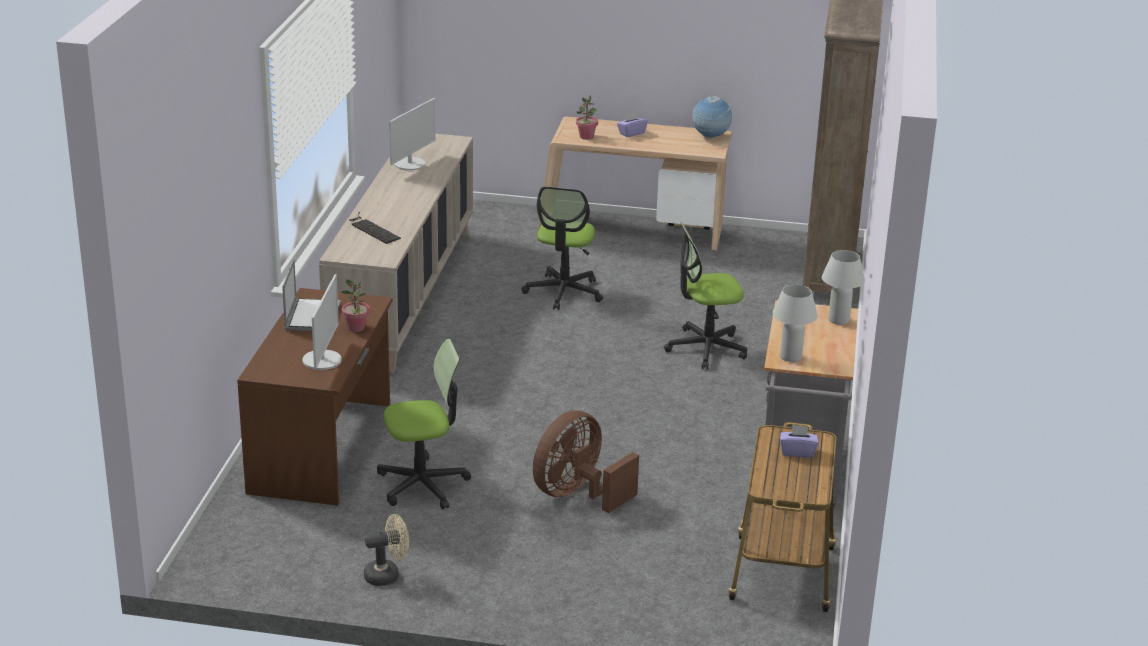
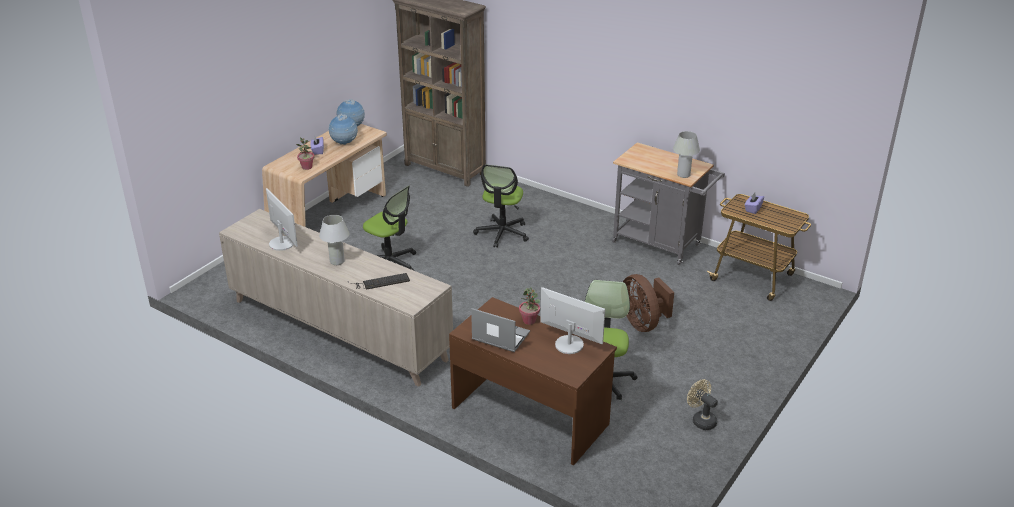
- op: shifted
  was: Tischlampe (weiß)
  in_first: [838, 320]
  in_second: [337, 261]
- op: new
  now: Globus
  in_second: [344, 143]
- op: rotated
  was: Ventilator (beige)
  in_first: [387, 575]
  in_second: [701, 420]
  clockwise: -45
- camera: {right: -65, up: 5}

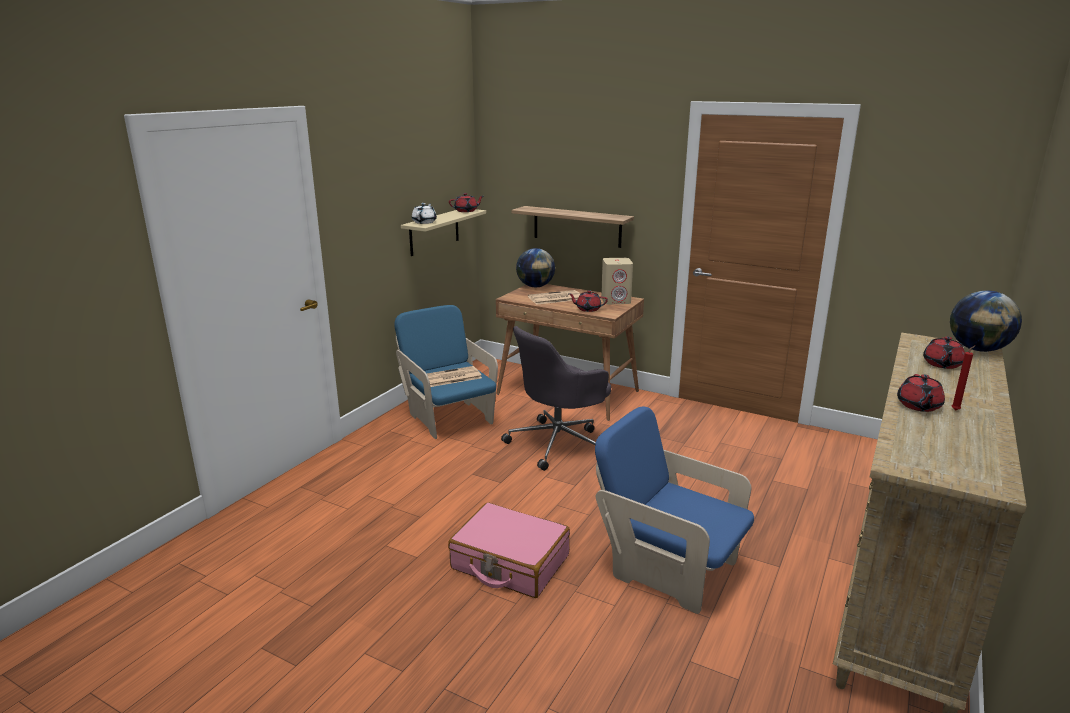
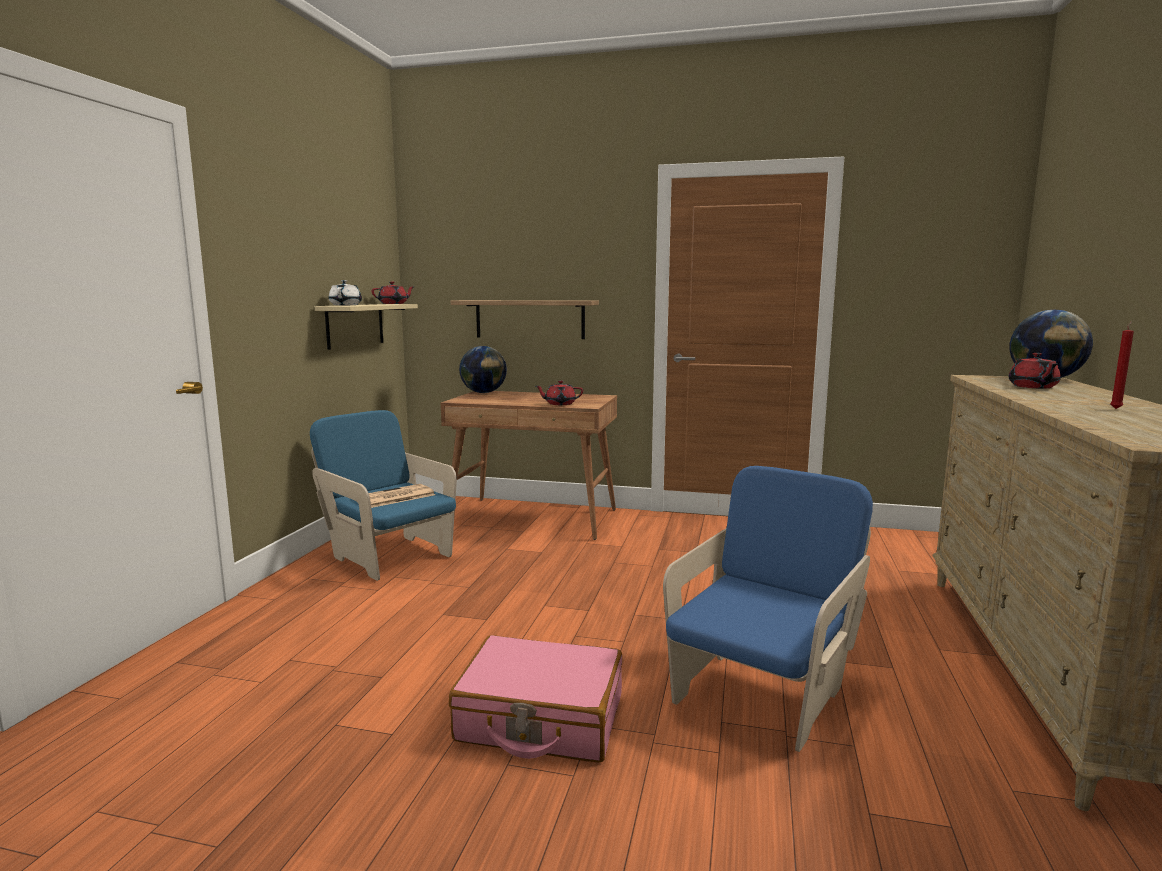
- op: rotated
  was: Sessel (blau)
  in_first: [668, 568]
  in_second: [761, 691]
  clockwise: 105
- op: gone
  was: Bürostuhl (grau)
  in_first: [559, 443]
- op: gone
  was: Zeitung
  in_first: [555, 298]
- op: gone
  was: Lautsprecher (beige)
  in_first: [616, 301]
- op: gone
  was: Teekanne (rot)
  in_first: [918, 406]
- camera: {right: -15, up: -10}

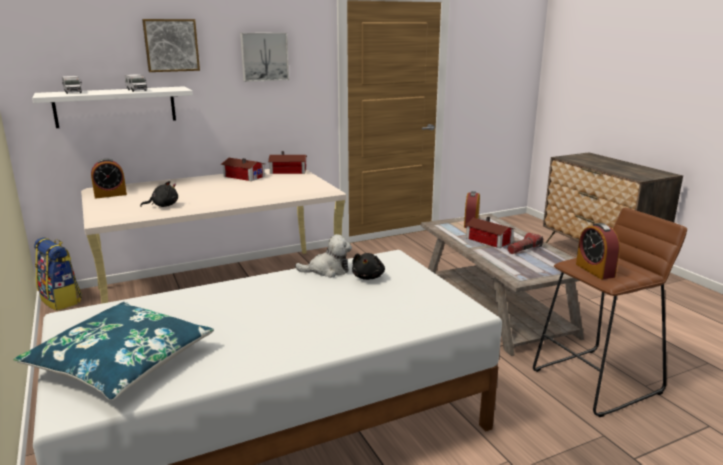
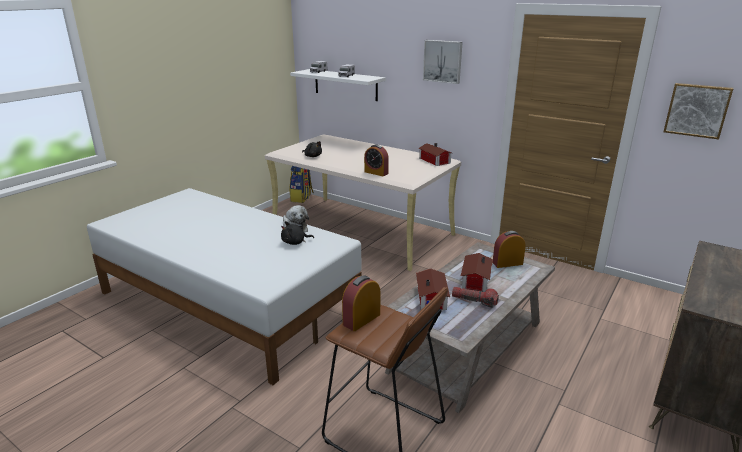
- op: shifted
  was: Wecker
  in_first: [110, 195]
  in_second: [376, 173]
- op: shifted
  was: Spielzeughaus
  in_first: [244, 176]
  in_second: [432, 296]
- op: shifted
  was: Bild
  in_first: [171, 45]
  in_second: [697, 110]
- op: gone
  was: Kissen (blau)
  in_first: [122, 362]
- camera: {right: 60, up: 5}

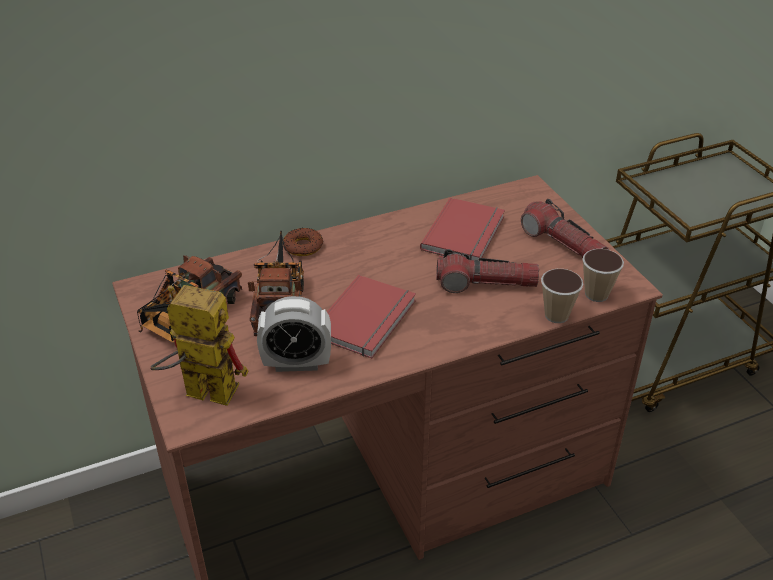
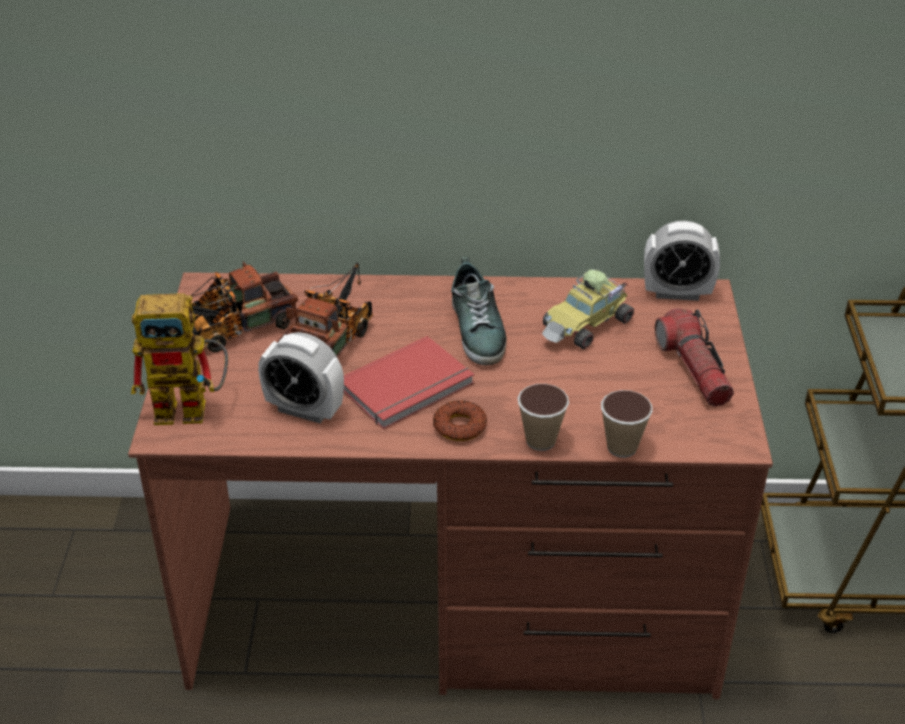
- op: rotated
  was: Spielzeugroboter
  in_first: [200, 392]
  in_second: [193, 408]
  clockwise: 135
- op: shifted
  was: Donut
  in_first: [303, 246]
  in_second: [459, 426]
- op: new
  now: Schuh
  in_second: [478, 330]
- op: shifted
  was: Tasse
  in_first: [596, 294]
  in_second: [540, 440]
- op: swapped
  was: Buch (rot)
  now: Spielzeugauto
  in_first: [466, 234]
  in_second: [587, 325]
- op: new
  now: Wecker
  in_second: [677, 293]
- op: gone
  was: Taschenlampe
  in_first: [486, 284]
- camera: {right: 25, up: 0}

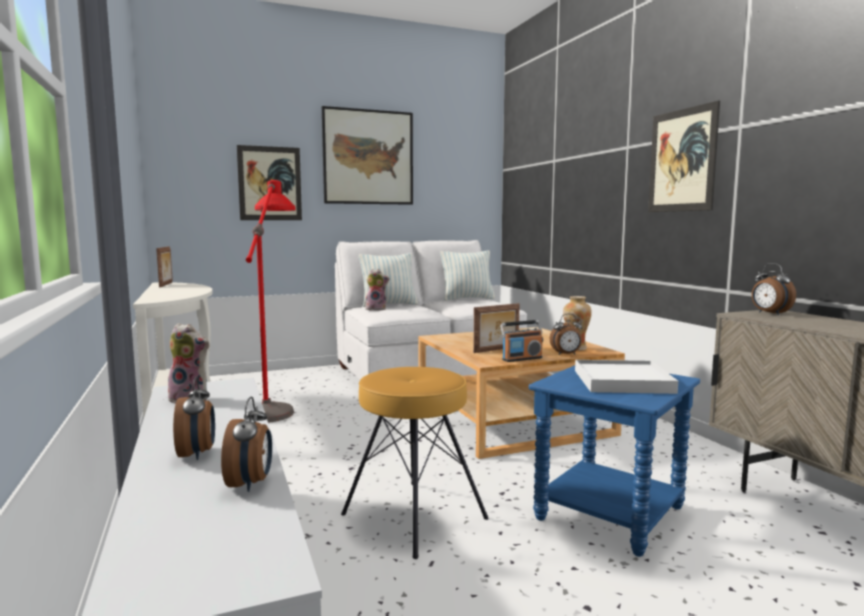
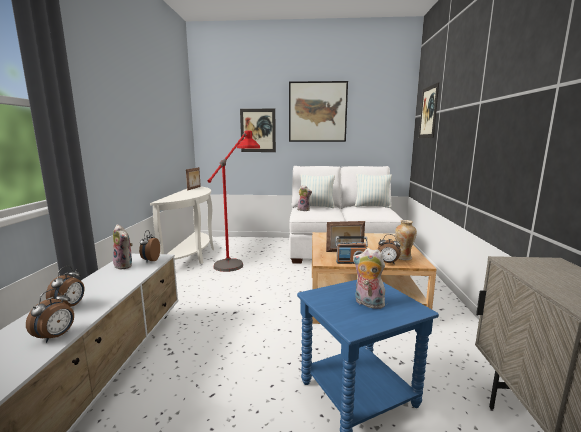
- op: shifted
  was: Wecker
  in_first: [769, 313]
  in_second: [150, 260]
- op: swapped
  was: Tablett (weiß)
  now: Plüschtier
  in_first: [622, 381]
  in_second: [367, 303]
- op: shifted
  was: Bild
  in_first: [682, 160]
  in_second: [428, 112]
- op: gone
  was: Hocker (braun)
  in_first: [413, 517]
- camera: {right: 25, up: 5}

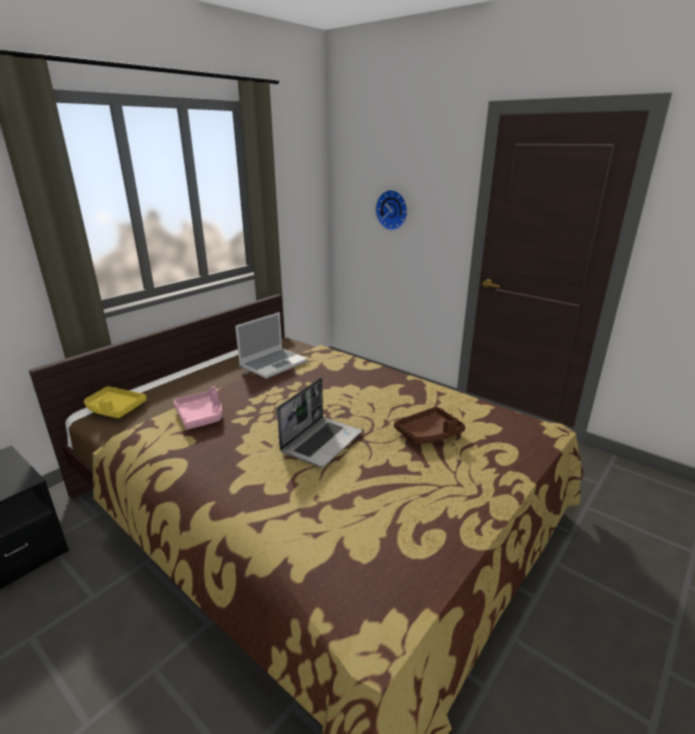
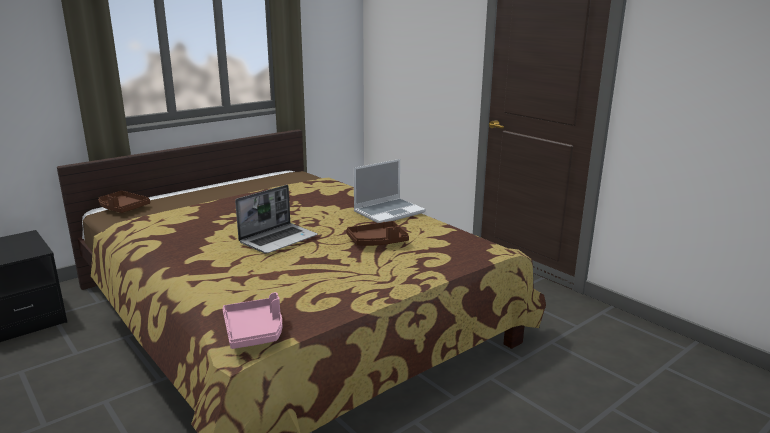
- op: repainted
  was: Tablett (gelb)
  now: Tablett (braun)
  in_first: [114, 409]
  in_second: [122, 208]
- op: shifted
  was: Tablett (rosa)
  in_first: [201, 416]
  in_second: [255, 331]
- op: shifted
  was: Laptop
  in_first: [273, 364]
  in_second: [389, 212]
- op: gone
  was: Wanduhr
  in_first: [393, 210]
- camera: {right: 10, up: -5}

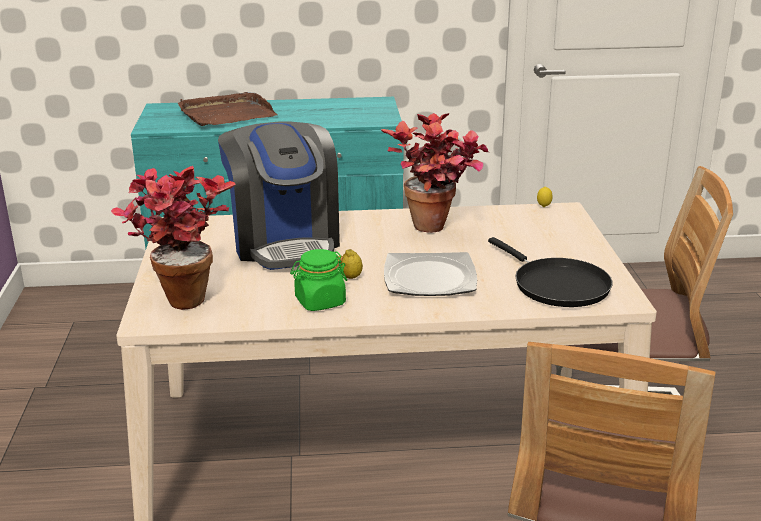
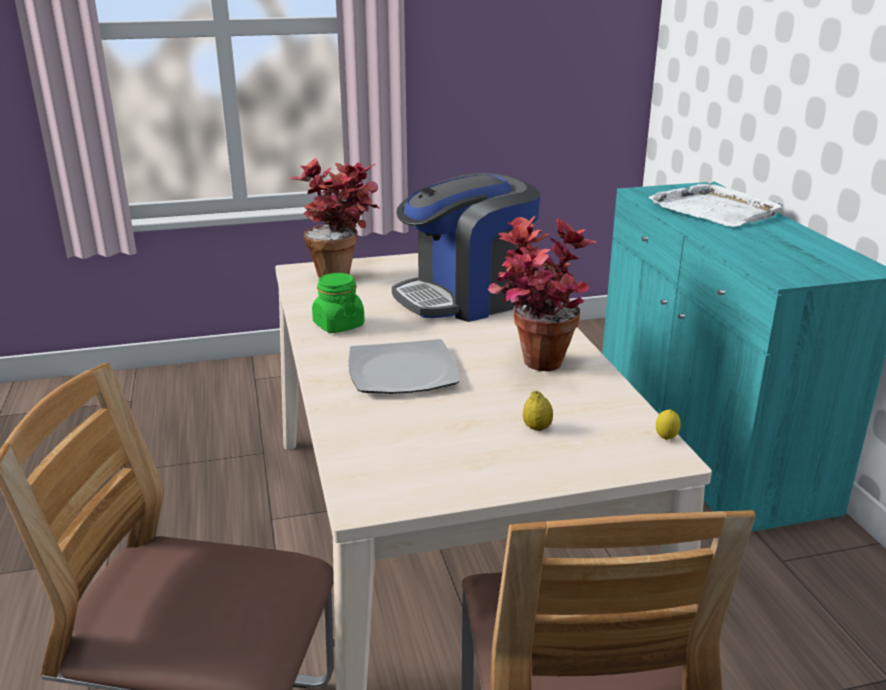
- op: shifted
  was: Zitrone
  in_first: [351, 277]
  in_second: [537, 428]
- op: repainted
  was: Tablett (braun)
  now: Tablett (weiß)
  in_first: [226, 114]
  in_second: [715, 210]
- op: gone
  was: Pfanne (schwarz)
  in_first: [556, 285]
- camera: {right: 80, up: 0}

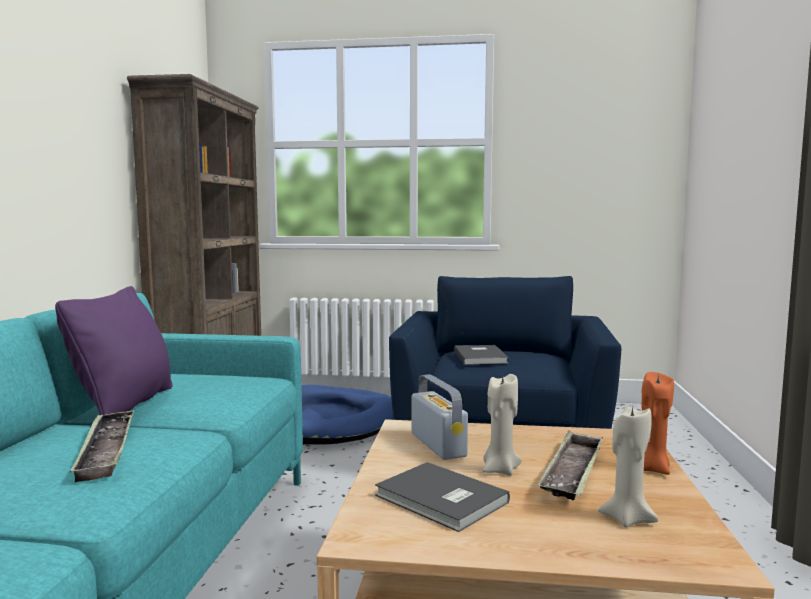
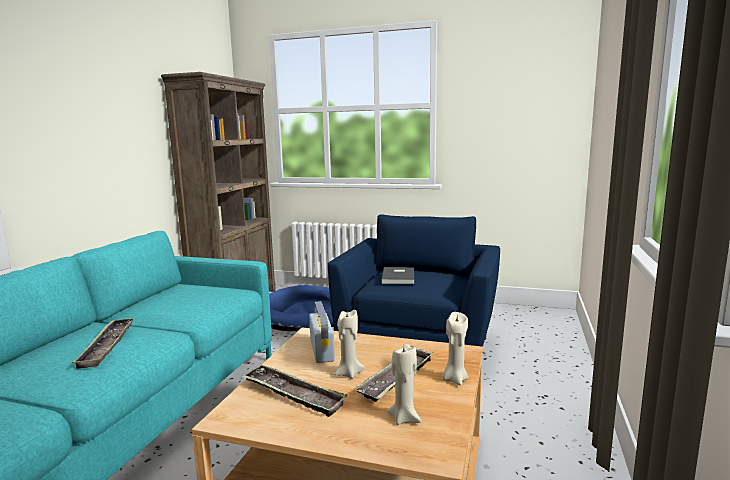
- op: swapped
  was: Buch (grau)
  now: Tablett
  in_first: [440, 500]
  in_second: [292, 394]
- op: repainted
  was: Kerze (orange)
  now: Kerze (beige)
  in_first: [652, 469]
  in_second: [454, 379]
- op: gone
  was: Kissen (lila)
  in_first: [125, 404]
- camera: {right: 10, up: 5}

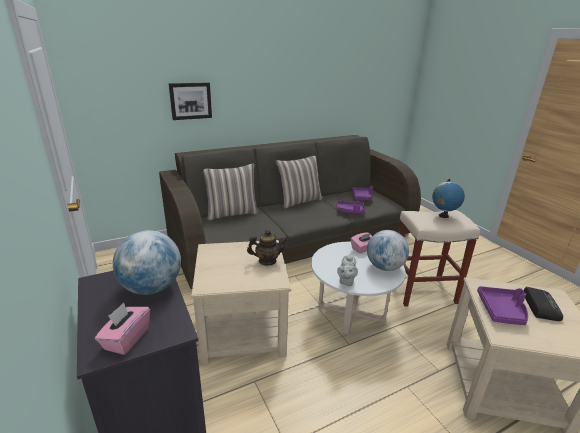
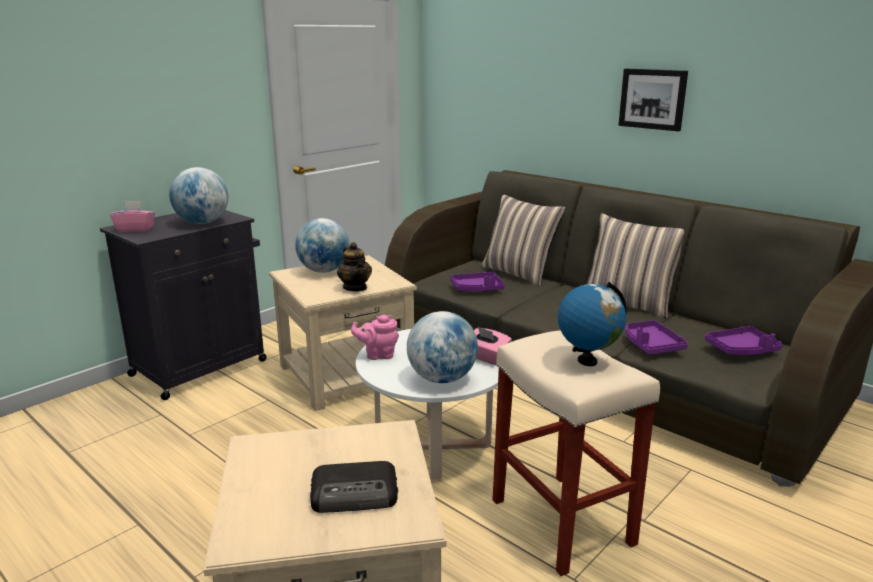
- op: new
  now: Globus
  in_second: [324, 271]
- op: repainted
  was: Teekanne (grau)
  now: Teekanne (rosa)
  in_first: [346, 281]
  in_second: [378, 355]
- op: shifted
  was: Tablett (lila)
  in_first: [502, 311]
  in_second: [477, 289]
- op: shifted
  was: Bild
  in_first: [190, 101]
  in_second: [652, 99]
- camera: {right: 70, up: -5}

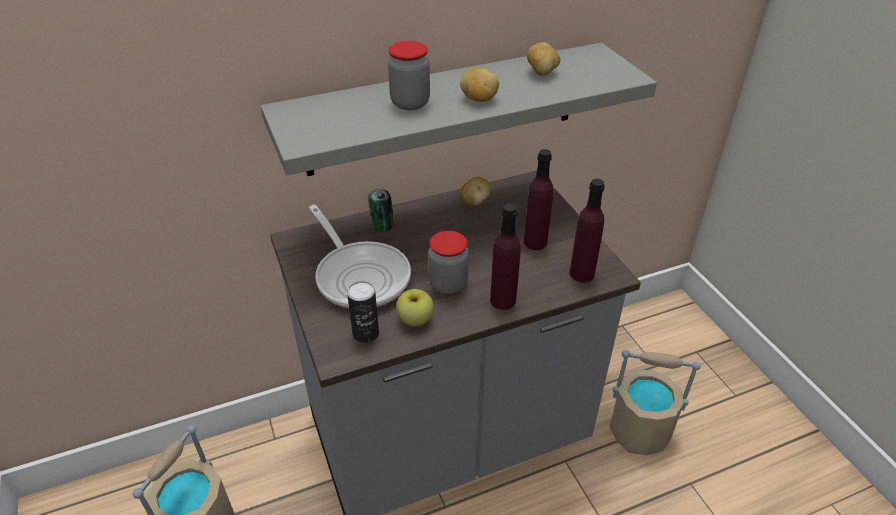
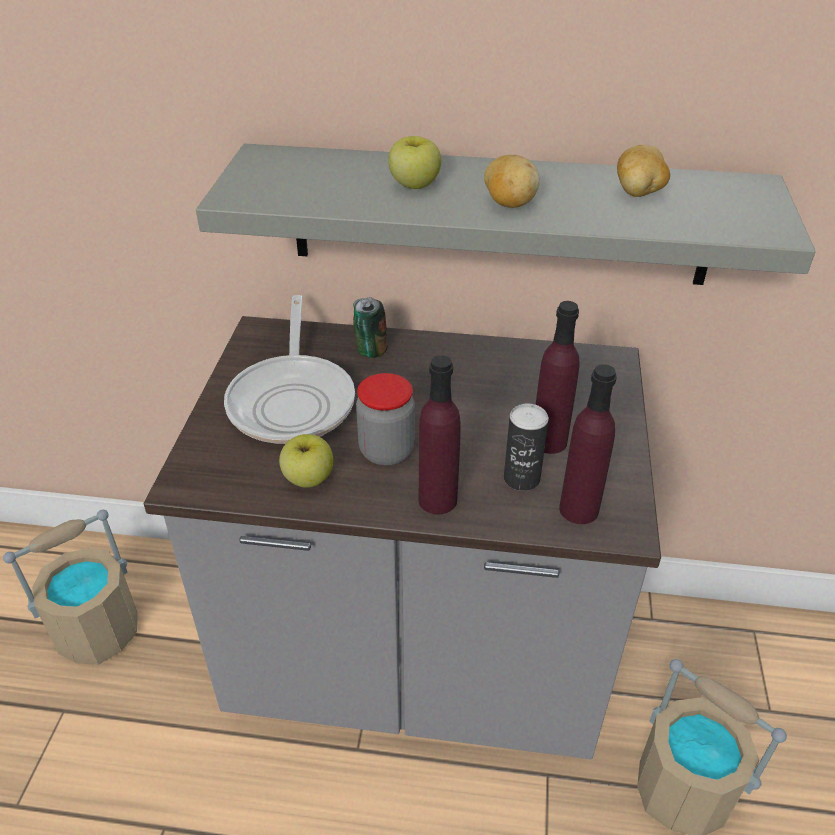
- op: swapped
  was: Vorratsglas
  now: Apfel
  in_first: [410, 103]
  in_second: [414, 185]
- op: shifted
  was: Dose
  in_first: [365, 333]
  in_second: [521, 478]
- op: gone
  was: Kartoffel
  in_first: [475, 202]
- camera: {right: 30, up: 0}

